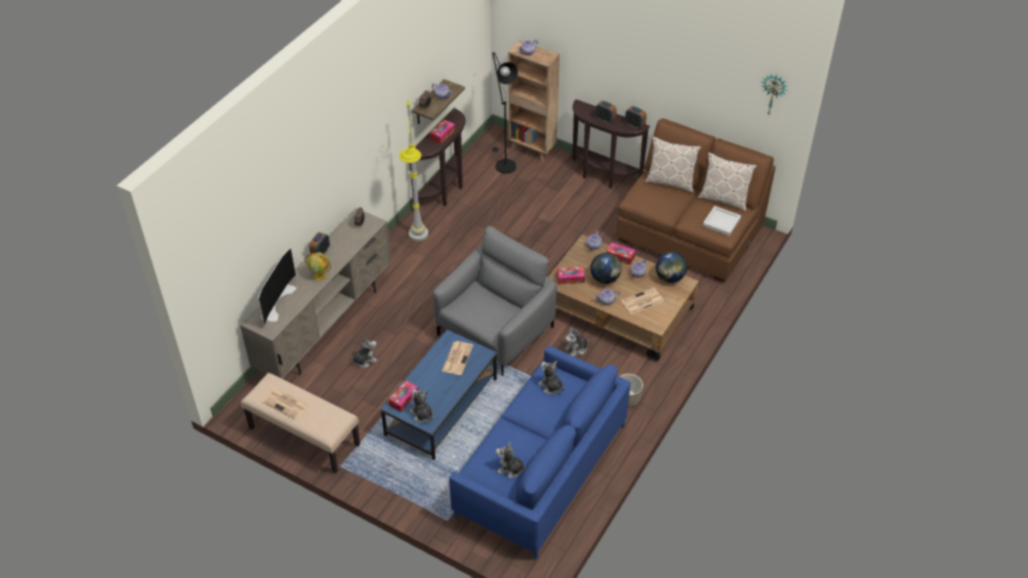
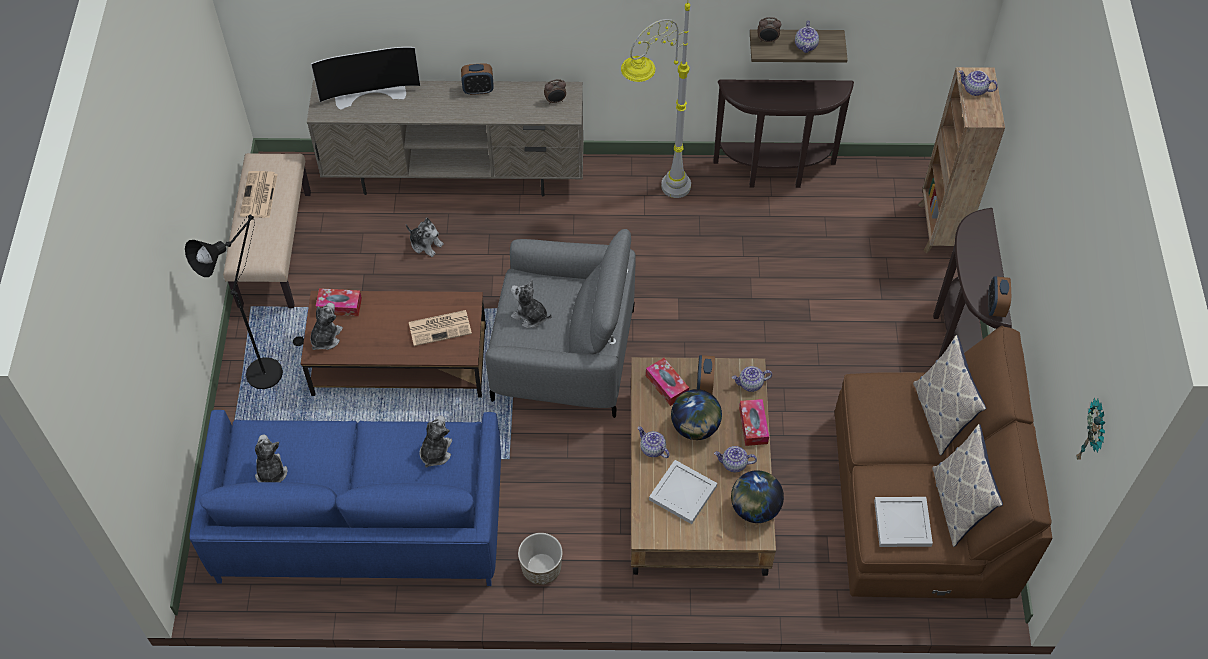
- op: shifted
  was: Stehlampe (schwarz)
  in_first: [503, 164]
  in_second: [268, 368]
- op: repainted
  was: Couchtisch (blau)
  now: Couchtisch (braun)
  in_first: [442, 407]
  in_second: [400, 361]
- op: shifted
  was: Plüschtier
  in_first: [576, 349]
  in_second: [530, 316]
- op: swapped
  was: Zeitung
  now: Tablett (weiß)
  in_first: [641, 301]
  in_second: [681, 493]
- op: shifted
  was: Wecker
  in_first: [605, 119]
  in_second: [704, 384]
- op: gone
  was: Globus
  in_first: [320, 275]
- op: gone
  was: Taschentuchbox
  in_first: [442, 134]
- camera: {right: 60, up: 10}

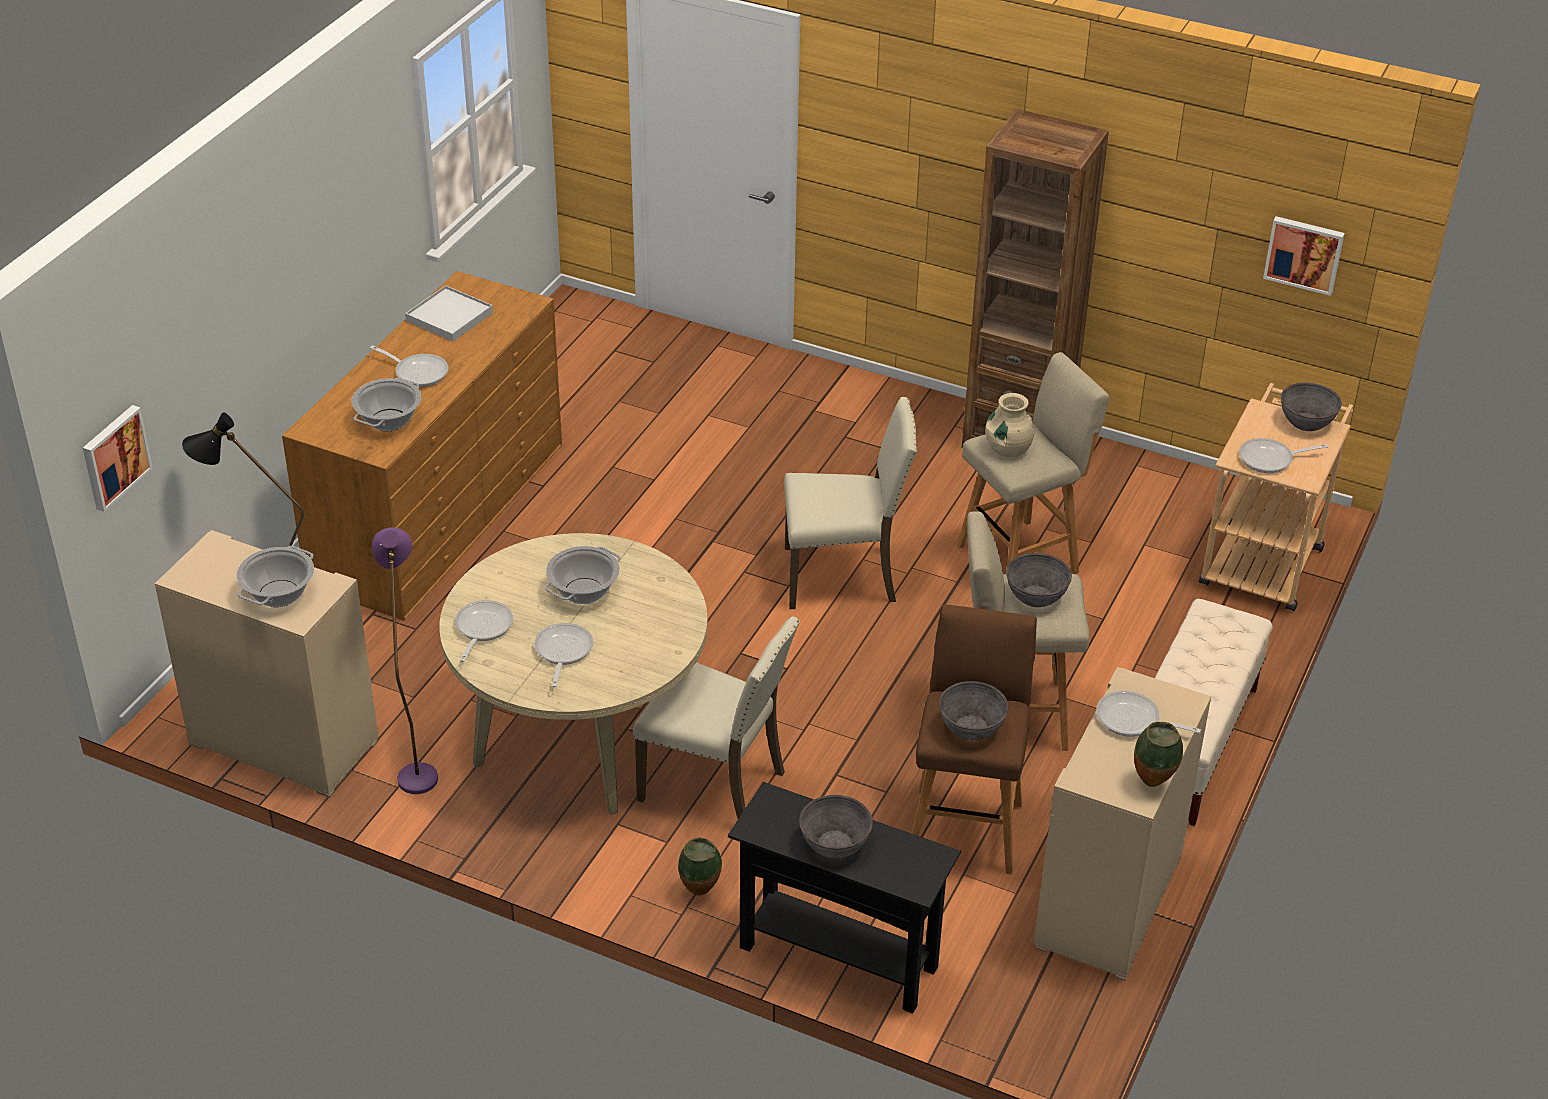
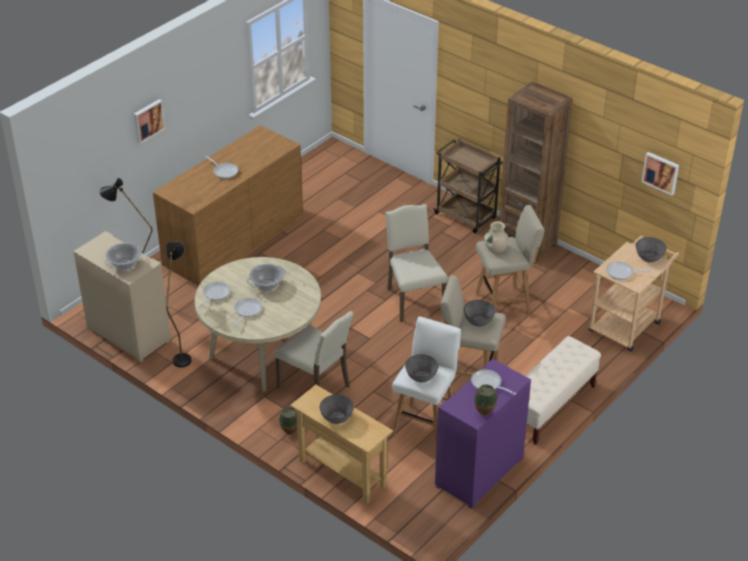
- op: shifted
  was: Bild
  in_first: [114, 457]
  in_second: [148, 120]
- op: repainted
  was: Stehlampe (lila)
  now: Stehlampe (schwarz)
  in_first: [416, 768]
  in_second: [183, 356]
- op: repainted
  was: Konsolentisch (schwarz)
  now: Konsolentisch (beige)
  in_first: [838, 957]
  in_second: [342, 473]
- op: rotated
  was: Stuhl (beige)
  in_first: [843, 576]
  in_second: [413, 299]
  clockwise: -120
- op: repainted
  was: Hocker (braun)
  now: Hocker (weiß)
  in_first: [965, 827]
  in_second: [425, 426]
- op: new
  now: Rollwagen (braun)
  in_second: [466, 216]
- op: repainted
  was: Schrank (beige)
  now: Schrank (lila)
  in_first: [1110, 903]
  in_second: [479, 472]
- op: gone
  was: Kochtopf
  in_first: [388, 420]
- op: gone
  was: Tablett (weiß)
  in_first: [449, 317]
- camera: {right: 15, up: 0}

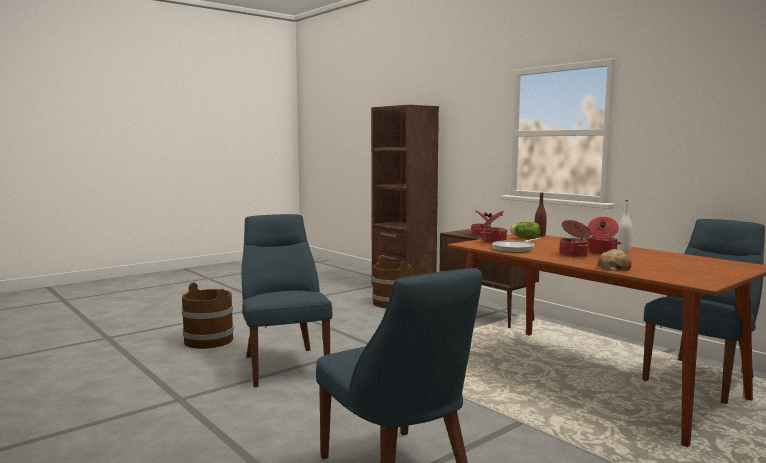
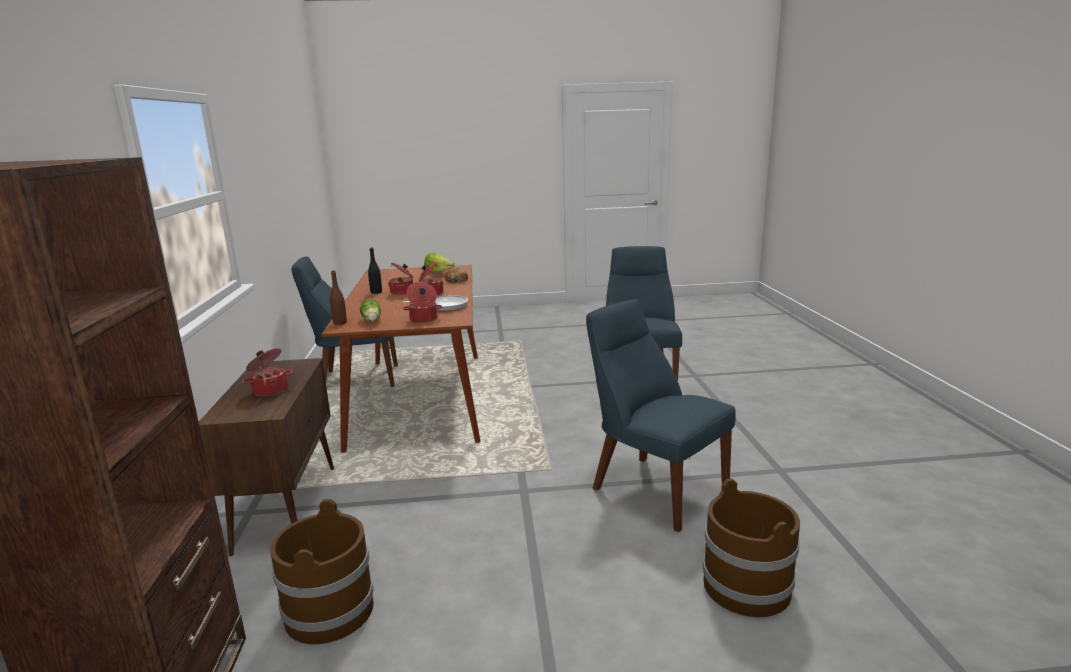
- op: repainted
  was: Flasche (weiß)
  now: Flasche (schwarz)
  in_first: [623, 250]
  in_second: [376, 292]
- op: new
  now: Salatkopf
  in_second: [438, 273]
- op: rotated
  was: Stuhl (blau)
  in_first: [284, 365]
  in_second: [654, 488]
  clockwise: 120
- camera: {right: -145, up: 10}

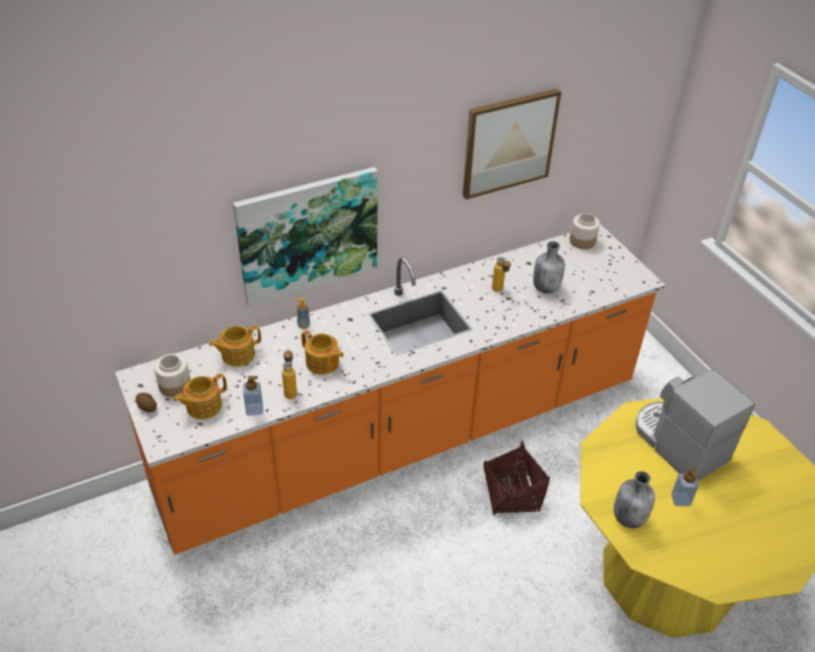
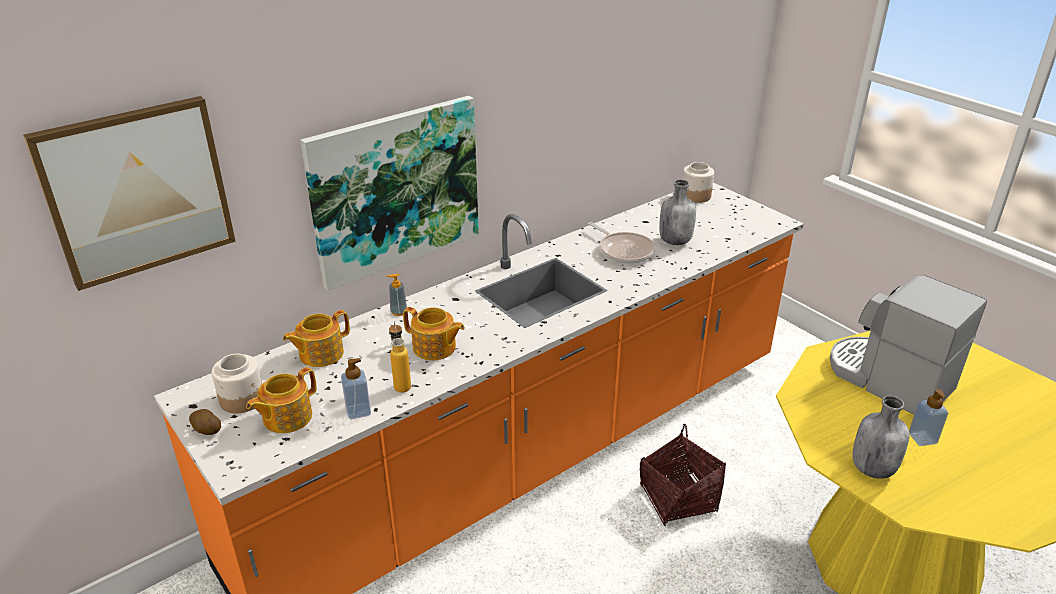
- op: shifted
  was: Bild
  in_first: [509, 143]
  in_second: [137, 191]
- op: swapped
  was: Flasche
  now: Pfanne
  in_first: [499, 291]
  in_second: [624, 251]
- camera: {right: -10, up: -10}

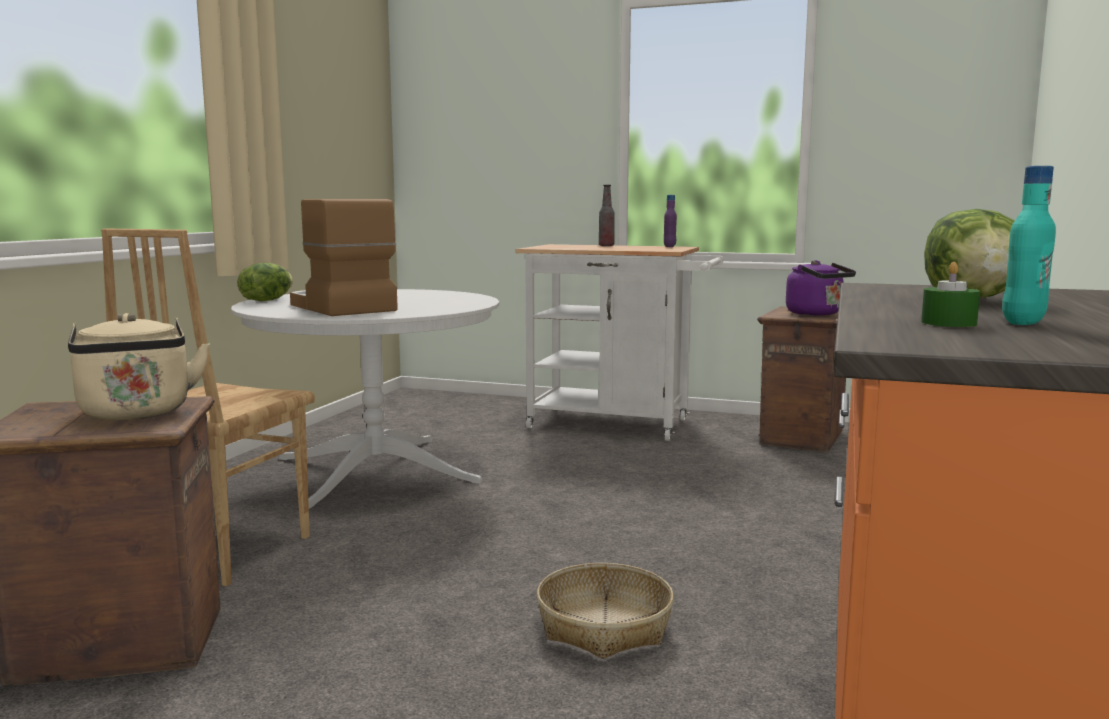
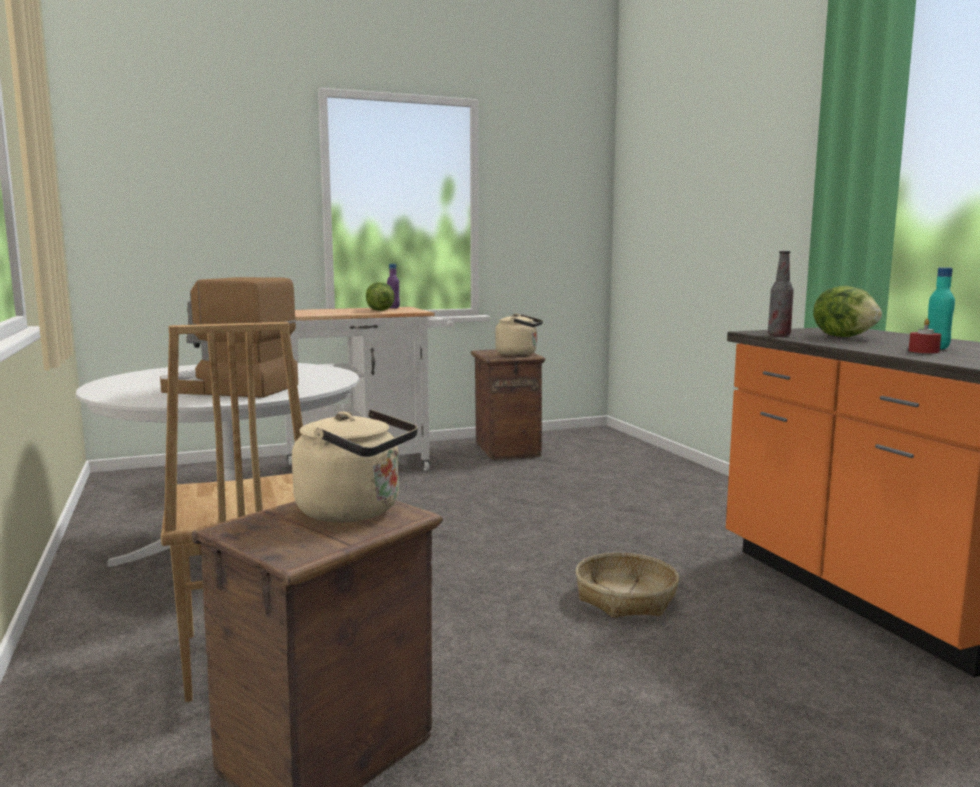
- op: shifted
  was: Salatkopf
  in_first: [266, 300]
  in_second: [378, 310]
- op: repainted
  was: Wasserkessel (lila)
  now: Wasserkessel (beige)
  in_first: [817, 314]
  in_second: [519, 354]
- op: shifted
  was: Flasche
  in_first: [606, 246]
  in_second: [779, 335]
- op: repainted
  was: Kerze (grün)
  now: Kerze (rot)
  in_first: [948, 323]
  in_second: [923, 351]
- camera: {right: -40, up: 0}

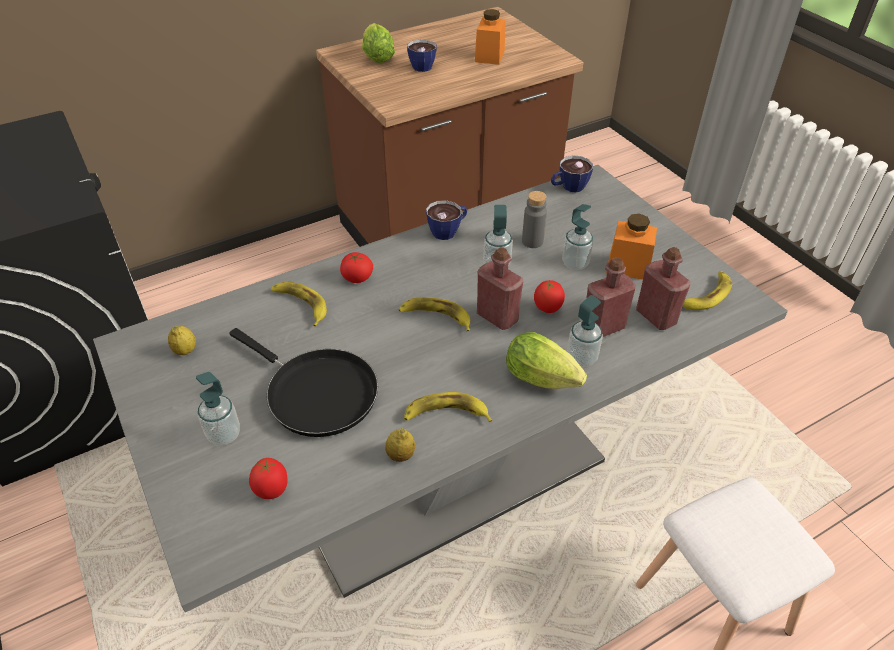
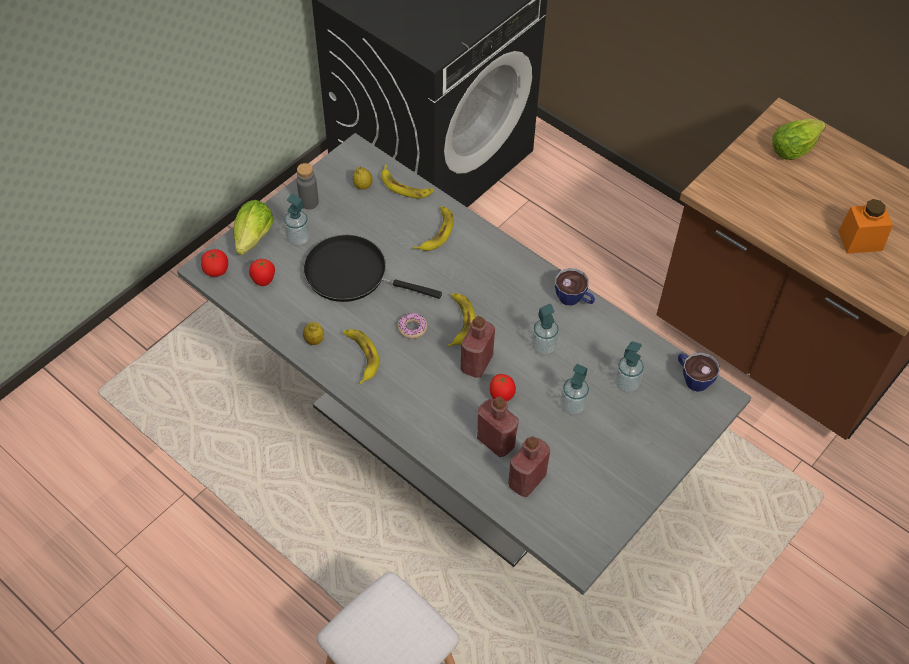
- op: shifted
  was: Tomate
  in_first: [357, 278]
  in_second: [216, 270]
- op: shifted
  was: Salatkopf
  in_first: [545, 380]
  in_second: [252, 241]
- op: shifted
  was: Flasche (grau)
  in_first: [532, 241]
  in_second: [309, 202]
- op: rotated
  was: Pfanne (schwarz)
  in_first: [316, 393]
  in_second: [352, 274]
  clockwise: 90
- op: shifted
  was: Banane
  in_first: [705, 295]
  in_second: [405, 186]
- op: new
  now: Donut
  in_second: [412, 328]
- op: shifted
  was: Seifenspender
  in_first: [581, 358]
  in_second: [626, 384]
- op: gone
  was: Tasse
  in_first: [425, 65]
- op: gone
  was: Vorratsglas (orange)
  in_first: [628, 266]
- camera: {right: 70, up: 10}

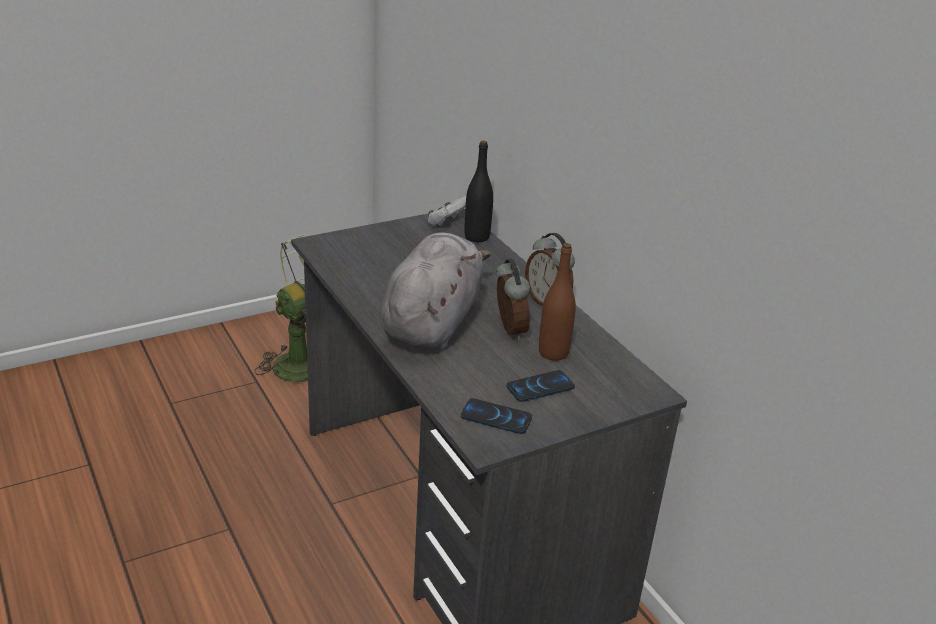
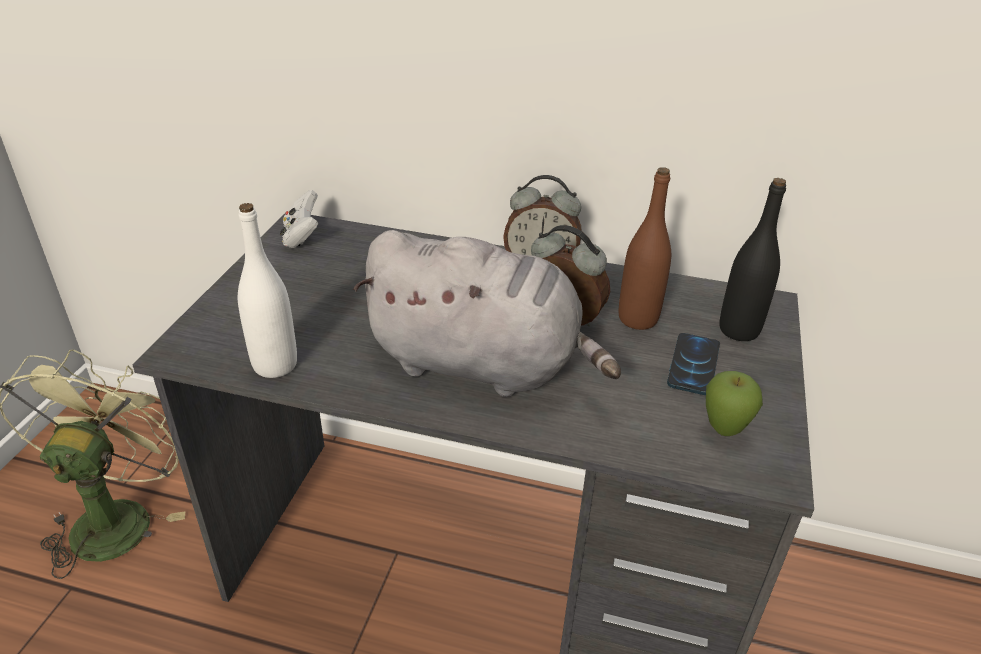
- op: new
  now: Flasche (weiß)
  in_second: [275, 365]
- op: rotated
  was: Plüschtier (grau)
  in_first: [432, 323]
  in_second: [482, 364]
  clockwise: 135
- op: swapped
  was: Handy
  now: Apfel
  in_first: [496, 417]
  in_second: [723, 431]
- op: shifted
  was: Flasche (schwarz)
  in_first: [476, 237]
  in_second: [739, 330]
- camera: {right: -45, up: 5}

